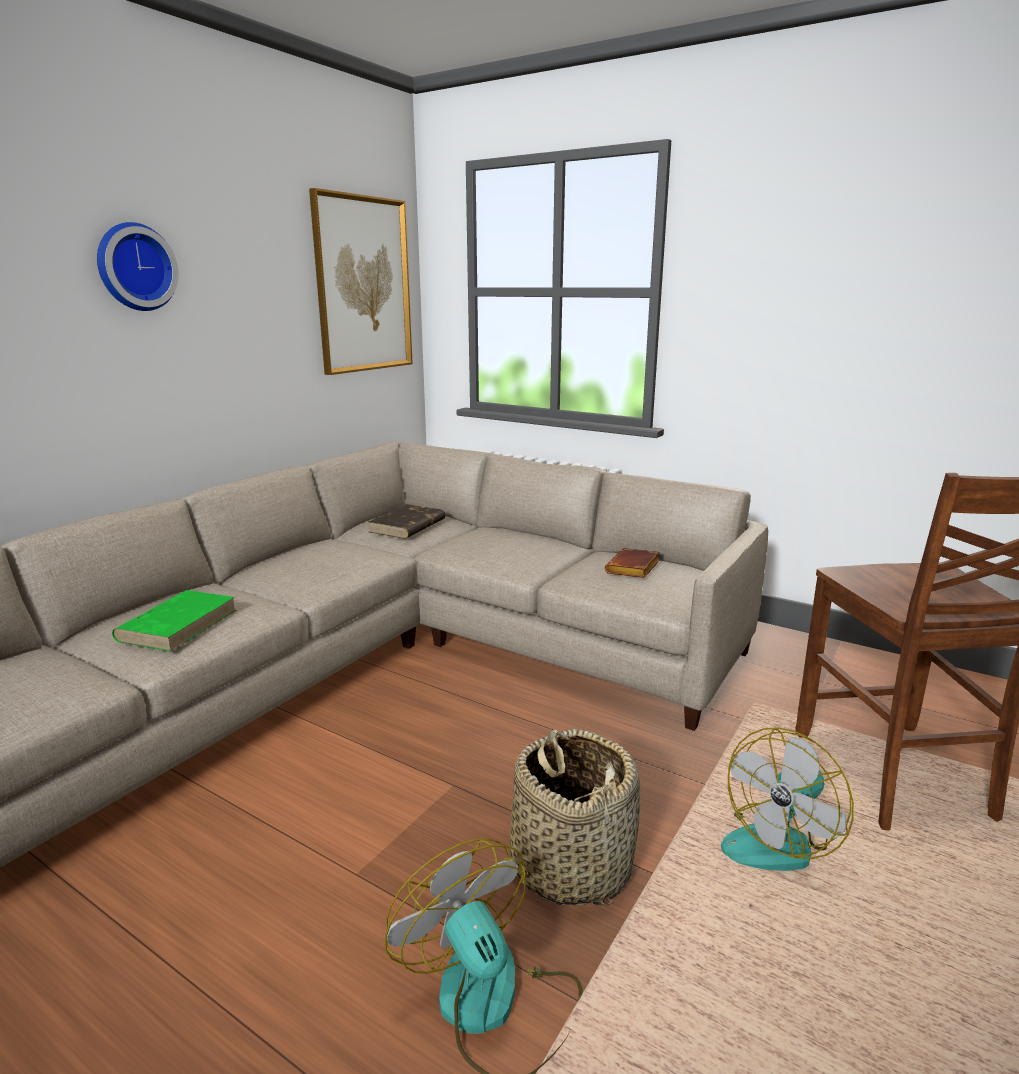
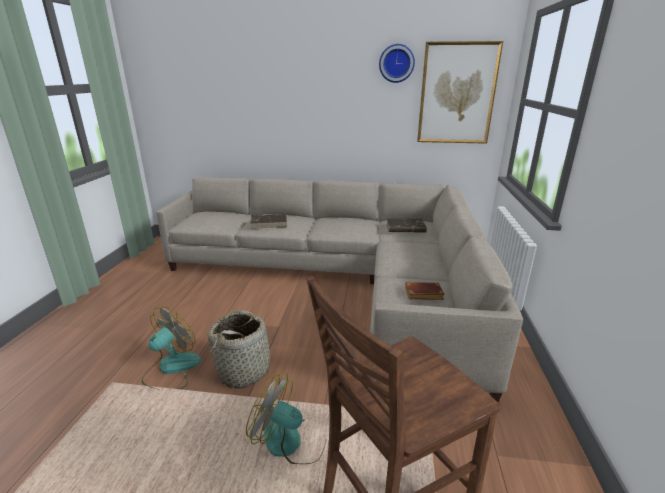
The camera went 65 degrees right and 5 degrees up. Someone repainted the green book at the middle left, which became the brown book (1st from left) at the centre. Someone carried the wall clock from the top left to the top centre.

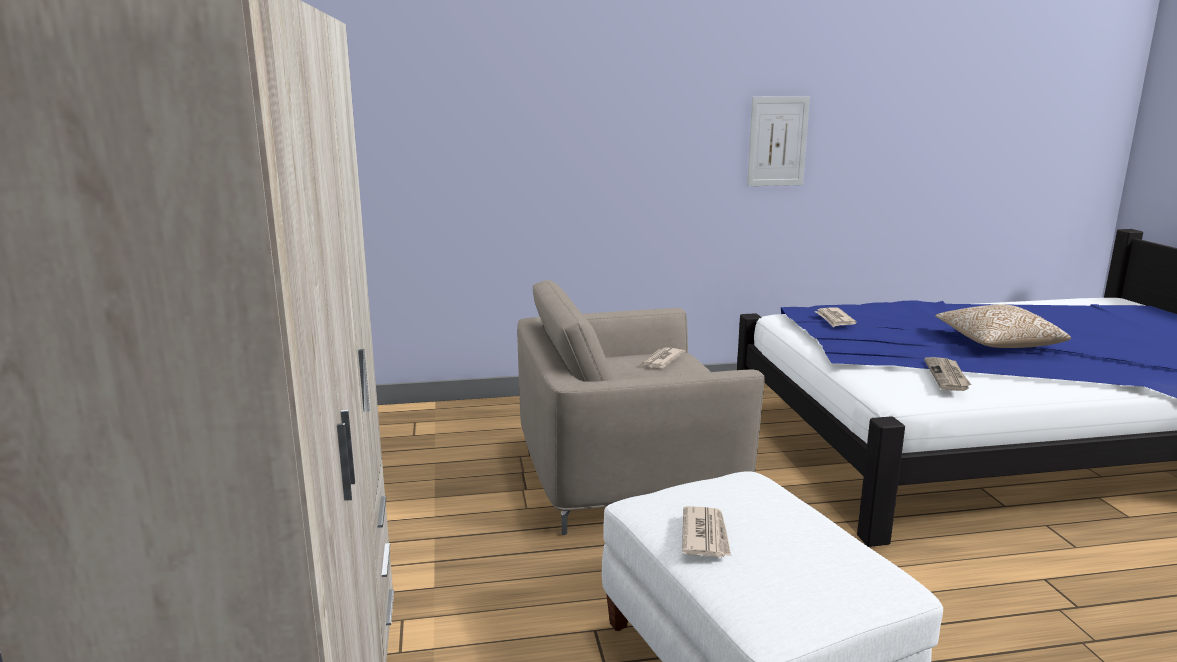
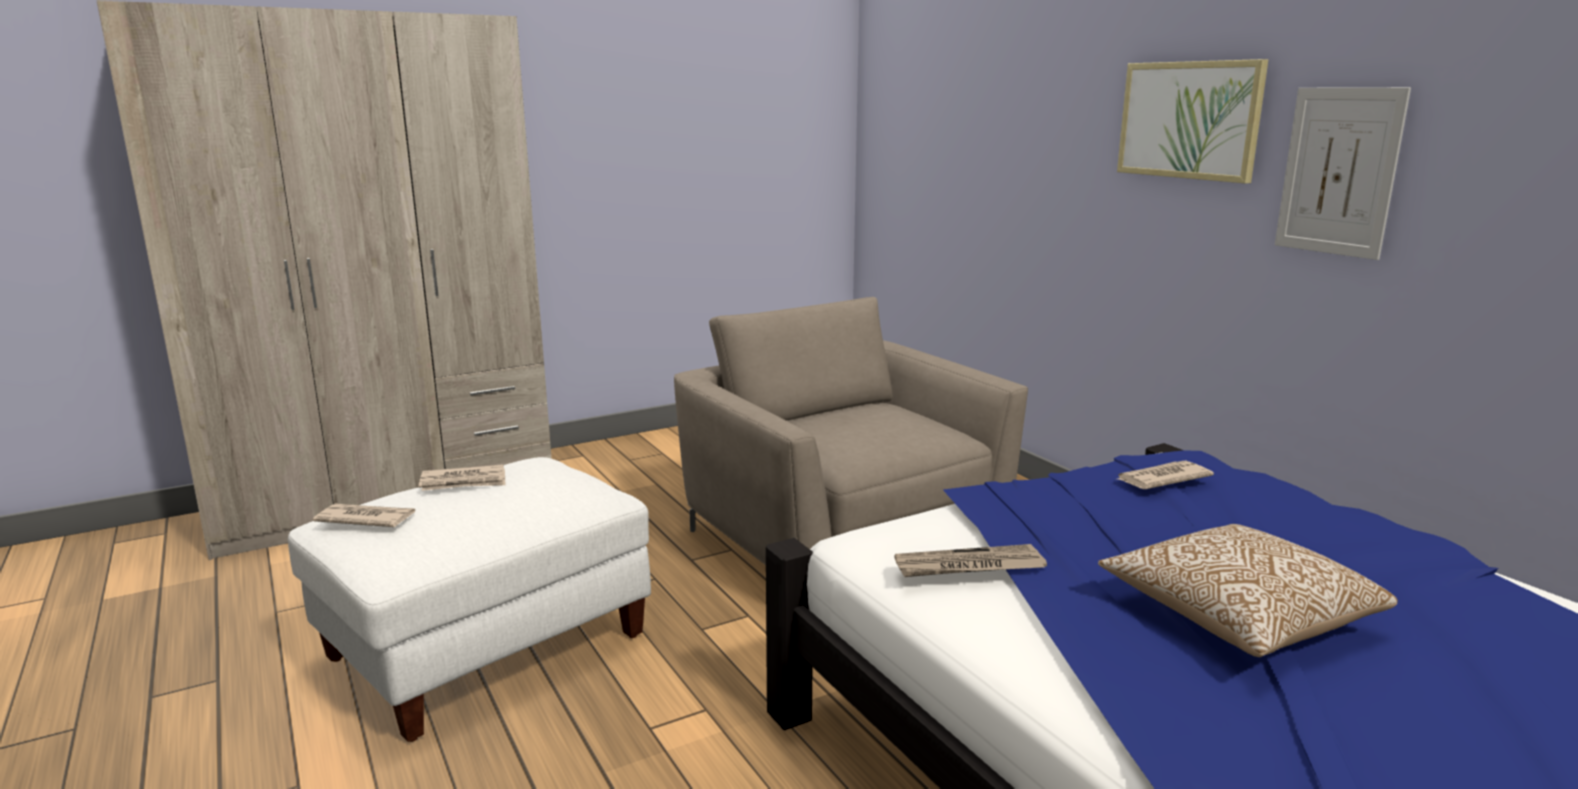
The camera went 70 degrees right and 0 degrees up. Someone carried the newspaper (1st from left) from the centre to the middle left. Someone put up the picture (1st from left) at the top right.

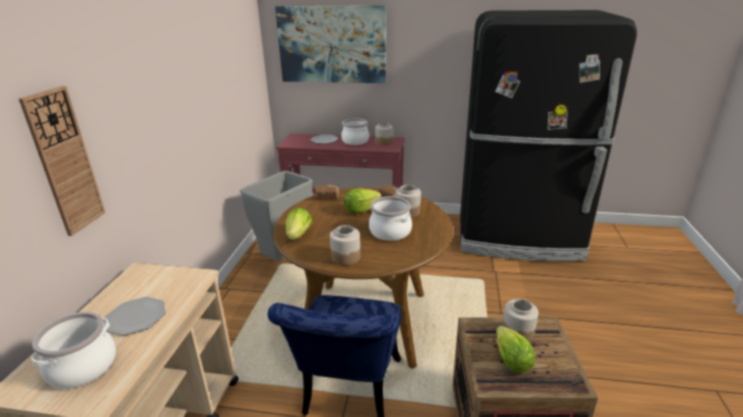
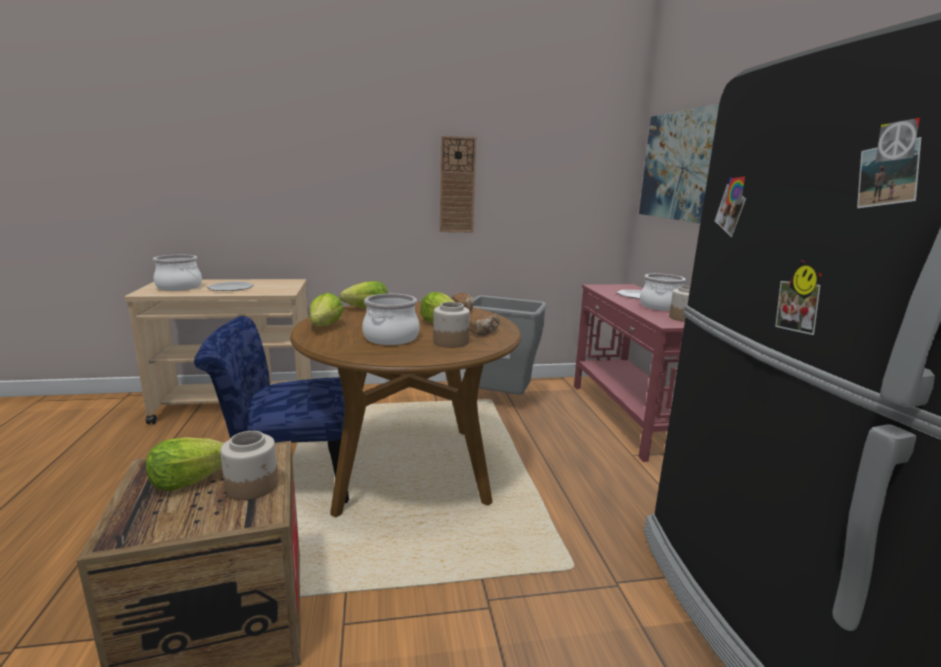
The camera went 70 degrees right and 10 degrees down. Someone swapped the jar (1st from left) at the centre for the lettuce (2nd from left) at the centre. Someone carried the wall clock from the middle left to the top centre.

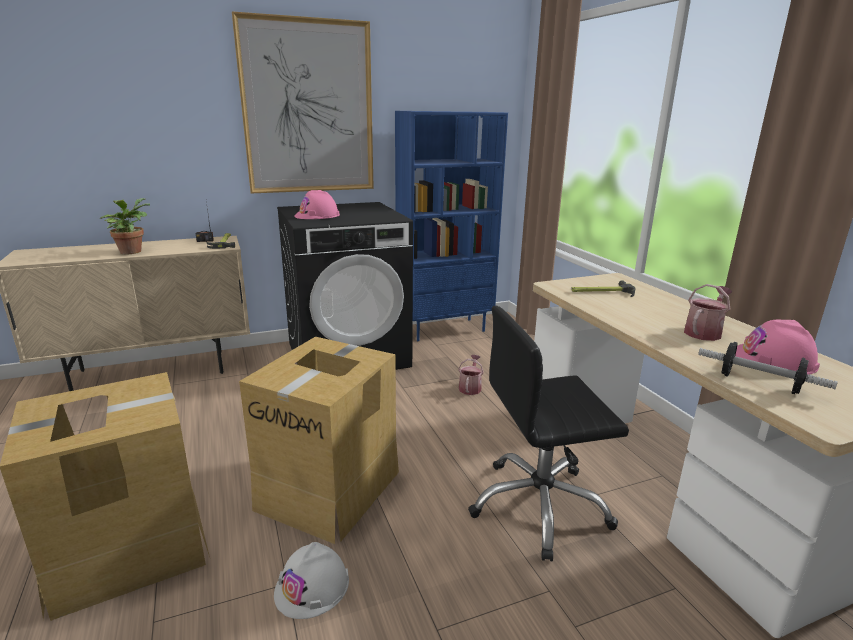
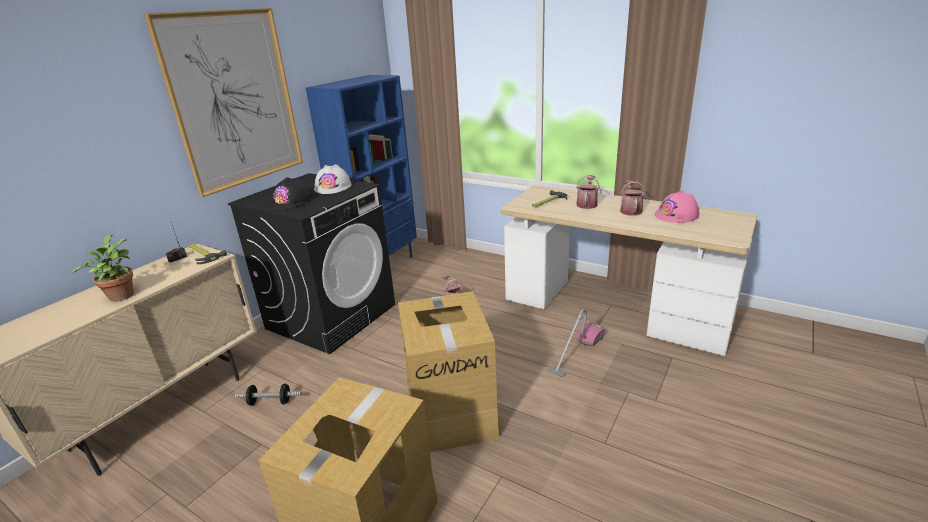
The camera went 35 degrees left and 5 degrees up. Someone carried the dumbbell from the middle right to the bottom left. Someone repainted the pink hard hat (1st from left) at the top centre, which became the black hard hat at the middle left. Someone carried the white hard hat from the bottom centre to the centre. Someone swapped the black office chair at the bottom centre for the vacuum cleaner at the centre. Someone put down the watering can (2nd from left) at the centre.

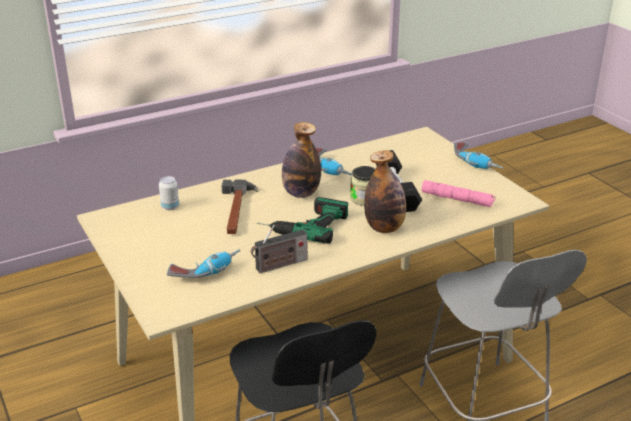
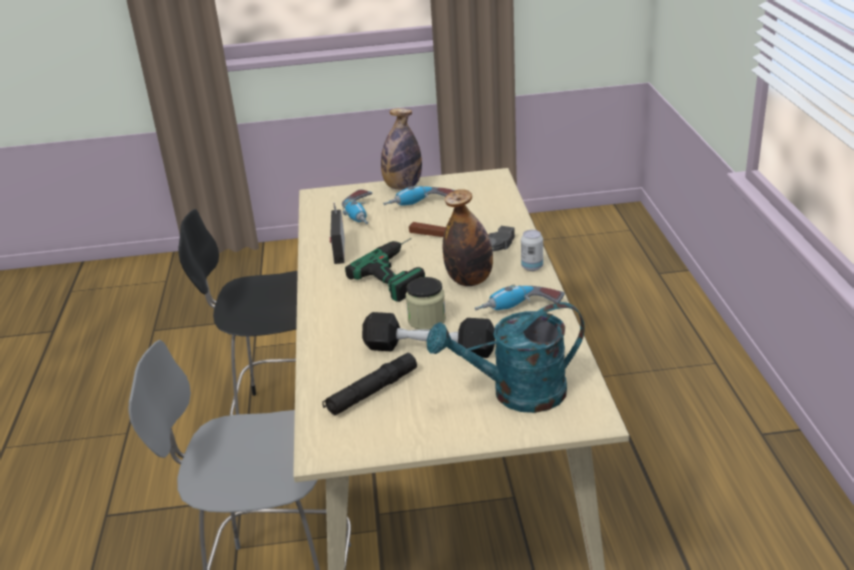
The camera went 115 degrees right and 0 degrees up. Someone repainted the pink flashlight at the middle right, which became the black flashlight at the bottom centre. Someone carried the bottle (2nd from left in the first image) from the centre to the top centre. Someone carried the power drill (4th from left in the first image) from the middle right to the centre. Someone put down the turquoise watering can at the centre. Someone carried the can from the middle left to the centre.

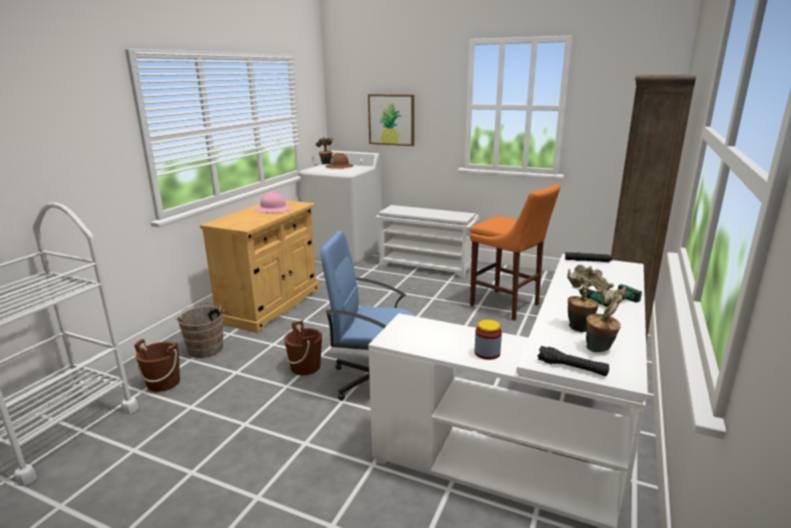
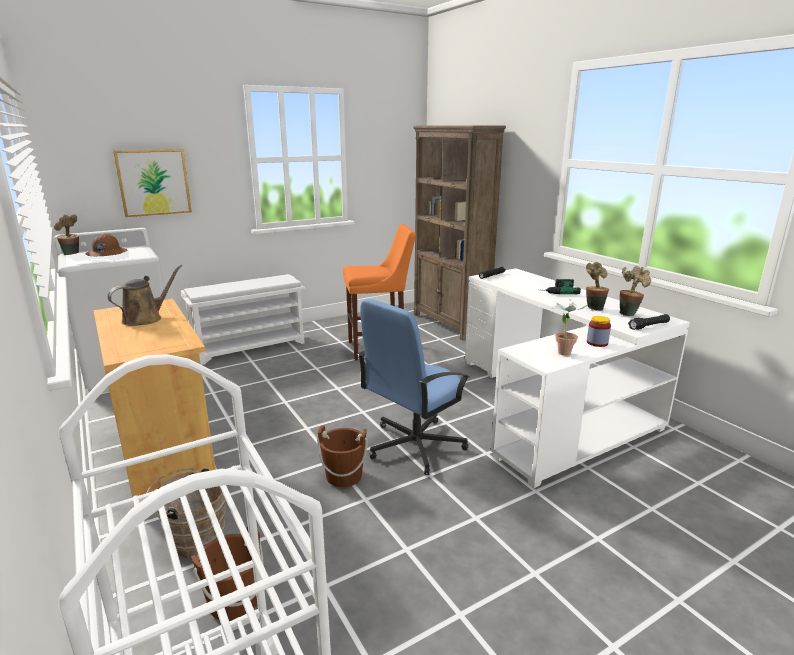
The camera went 55 degrees left and 0 degrees up. Someone swapped the pink hard hat at the centre for the brown watering can at the middle left. Someone put down the potted plant (2nd from left) at the middle right.

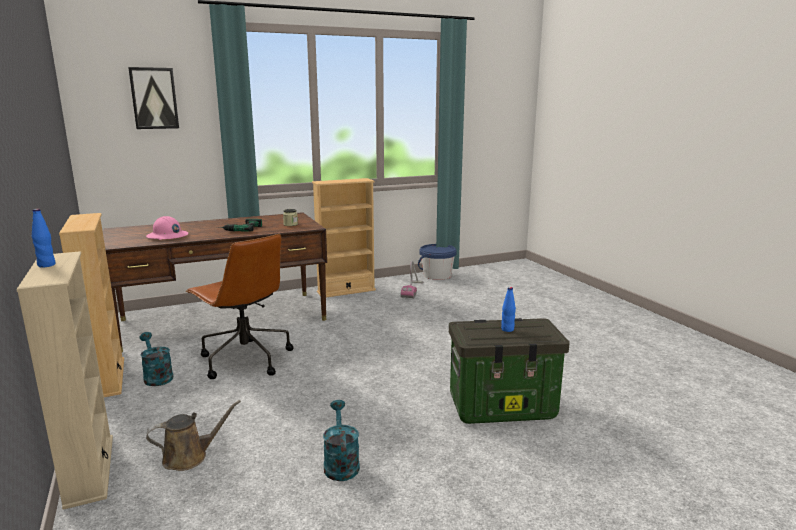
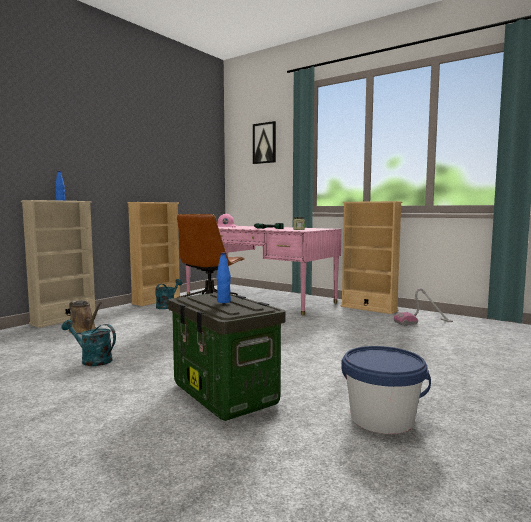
The camera went 60 degrees right and 10 degrees down. Someone rotated the turquoise watering can (2nd from left in the first image) at the bottom centre by 120 degrees counterclockwise. Someone repainted the brown desk at the middle left, which became the pink desk at the centre. Someone carried the blue bucket from the centre to the bottom right.

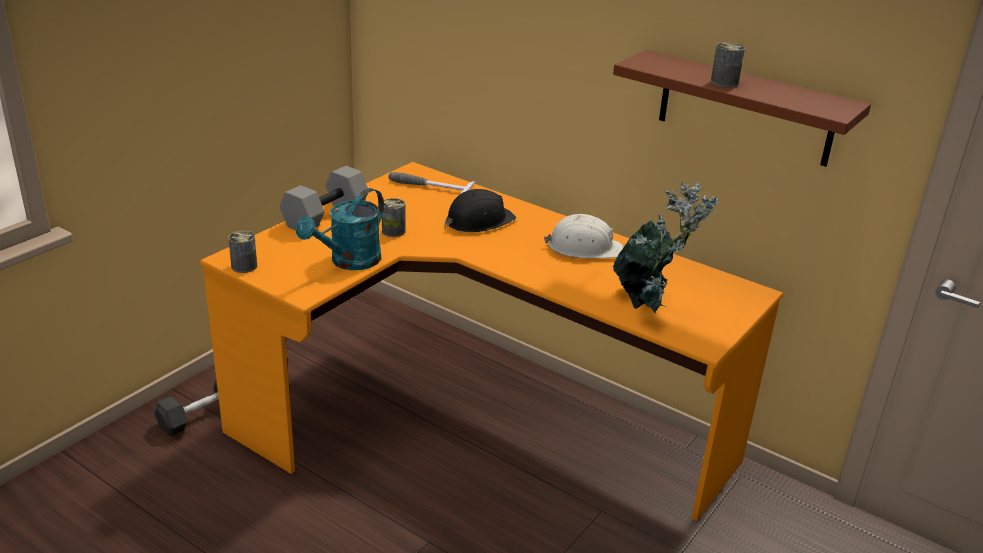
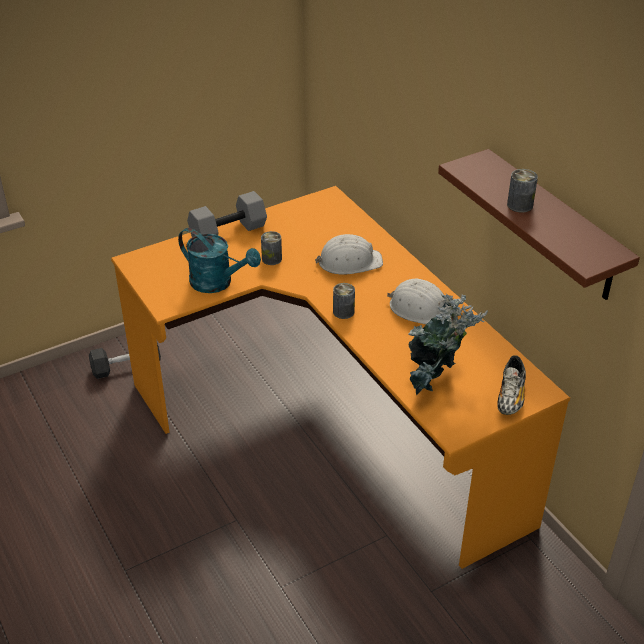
The camera went 25 degrees right and 10 degrees up. Someone rotated the turquoise watering can at the centre by 120 degrees counterclockwise. Someone repainted the black hard hat at the centre, which became the white hard hat (1st from left) at the centre. Someone carried the can (1st from left in the first image) from the middle left to the centre. Someone put down the shoe at the middle right. Someone took away the hammer at the top centre.

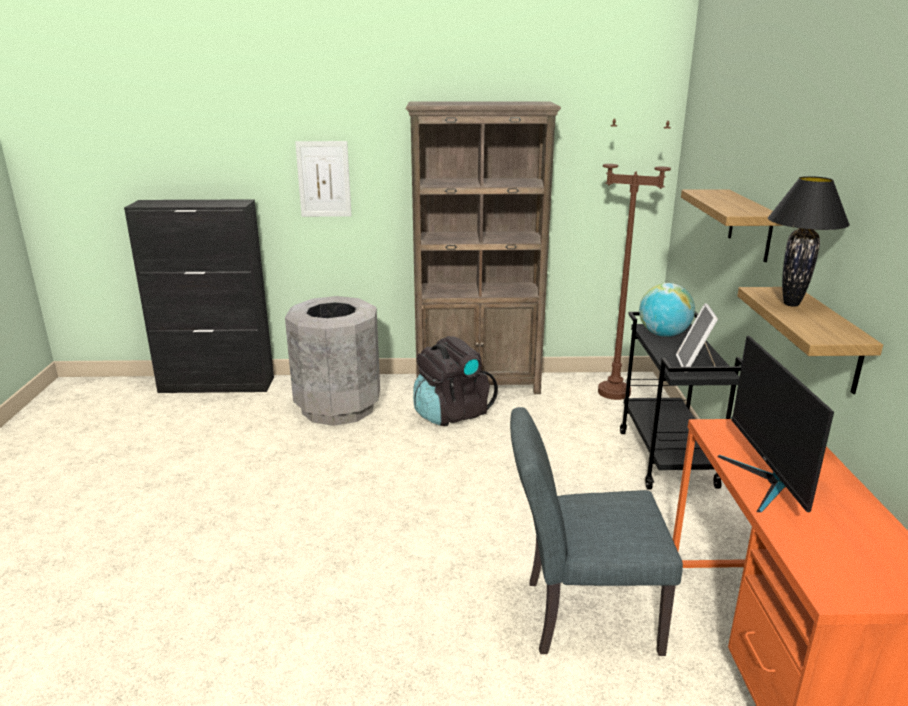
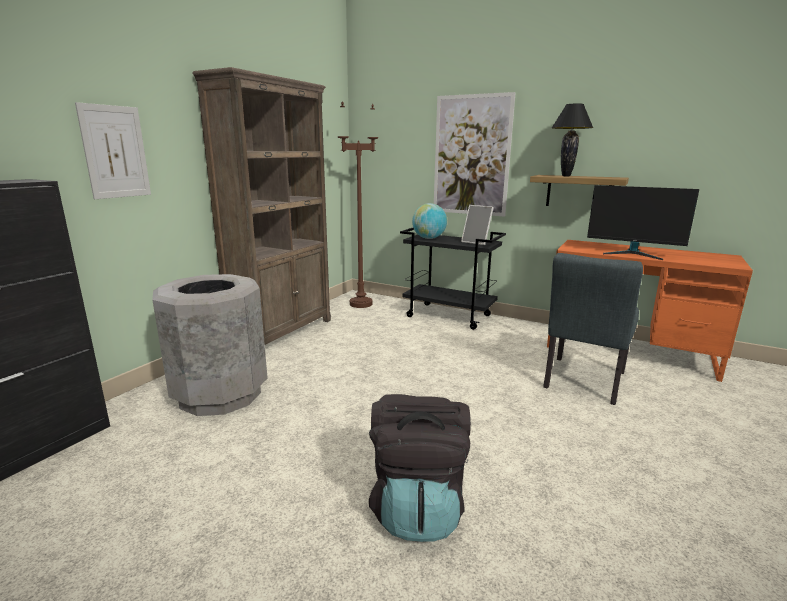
The camera went 60 degrees left and 5 degrees down. Someone carried the black backpack from the centre to the bottom centre. Someone swapped the shelf (1st from left) at the top right for the picture (2nd from left) at the top centre.

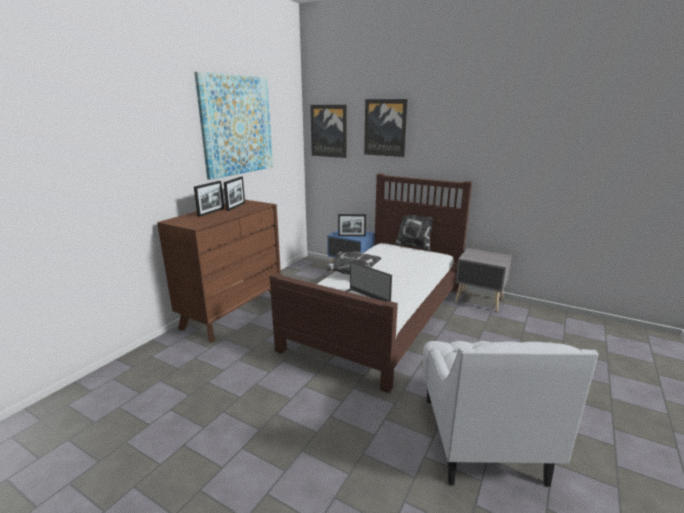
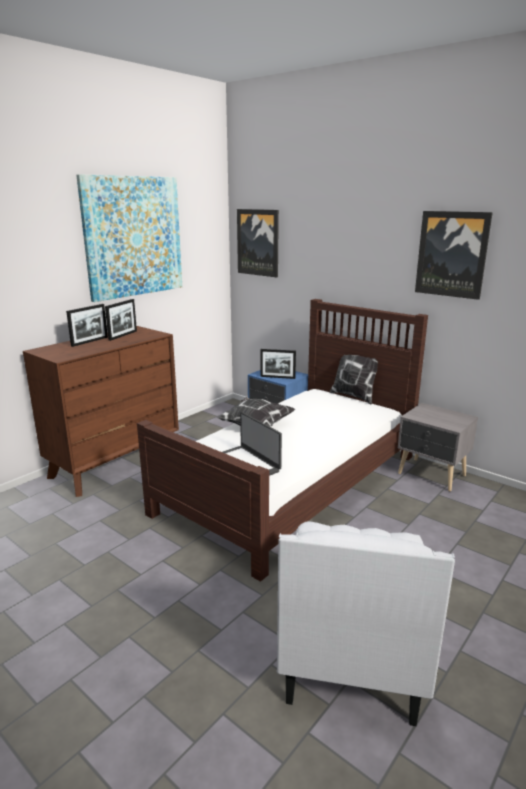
The camera went 10 degrees right and 0 degrees up. Someone carried the picture (3rd from left) from the top centre to the top right.

